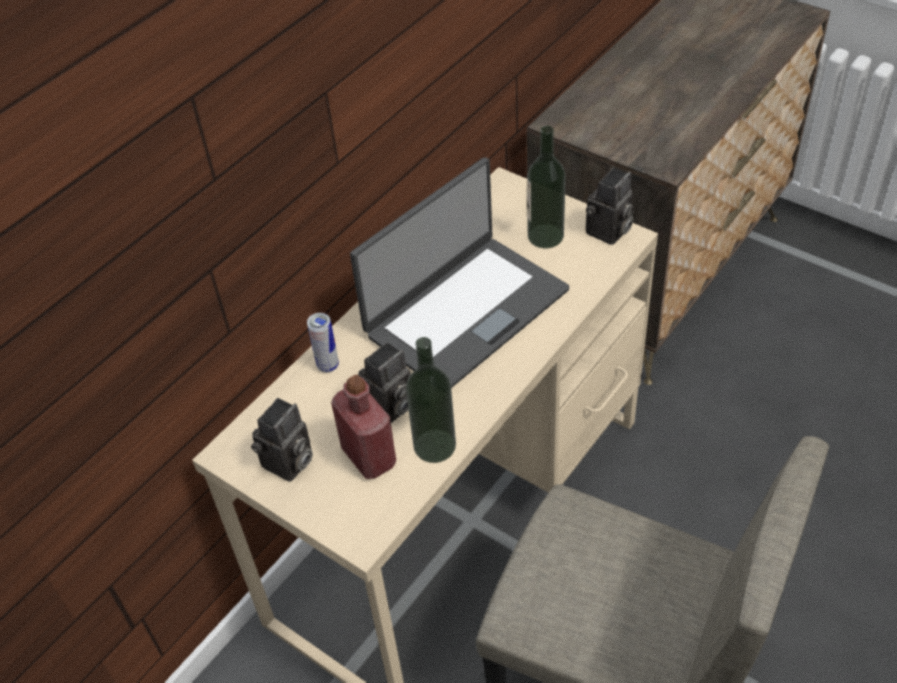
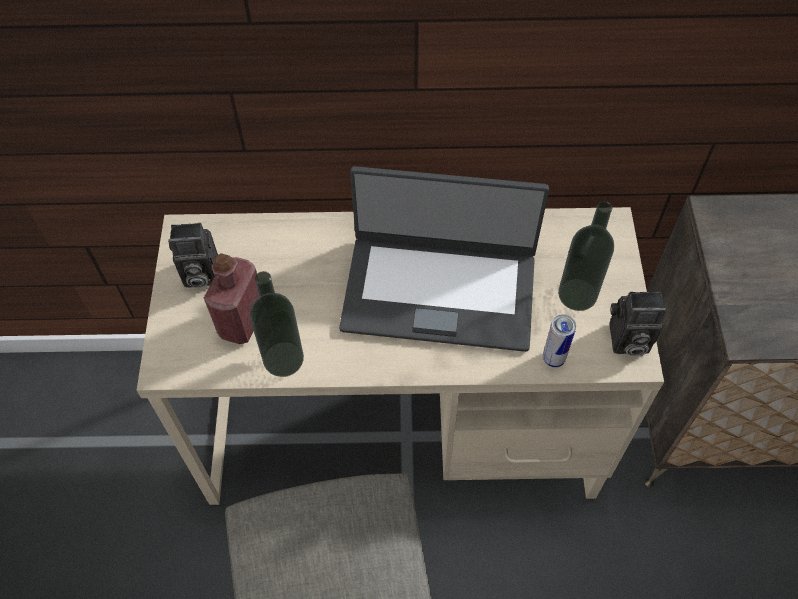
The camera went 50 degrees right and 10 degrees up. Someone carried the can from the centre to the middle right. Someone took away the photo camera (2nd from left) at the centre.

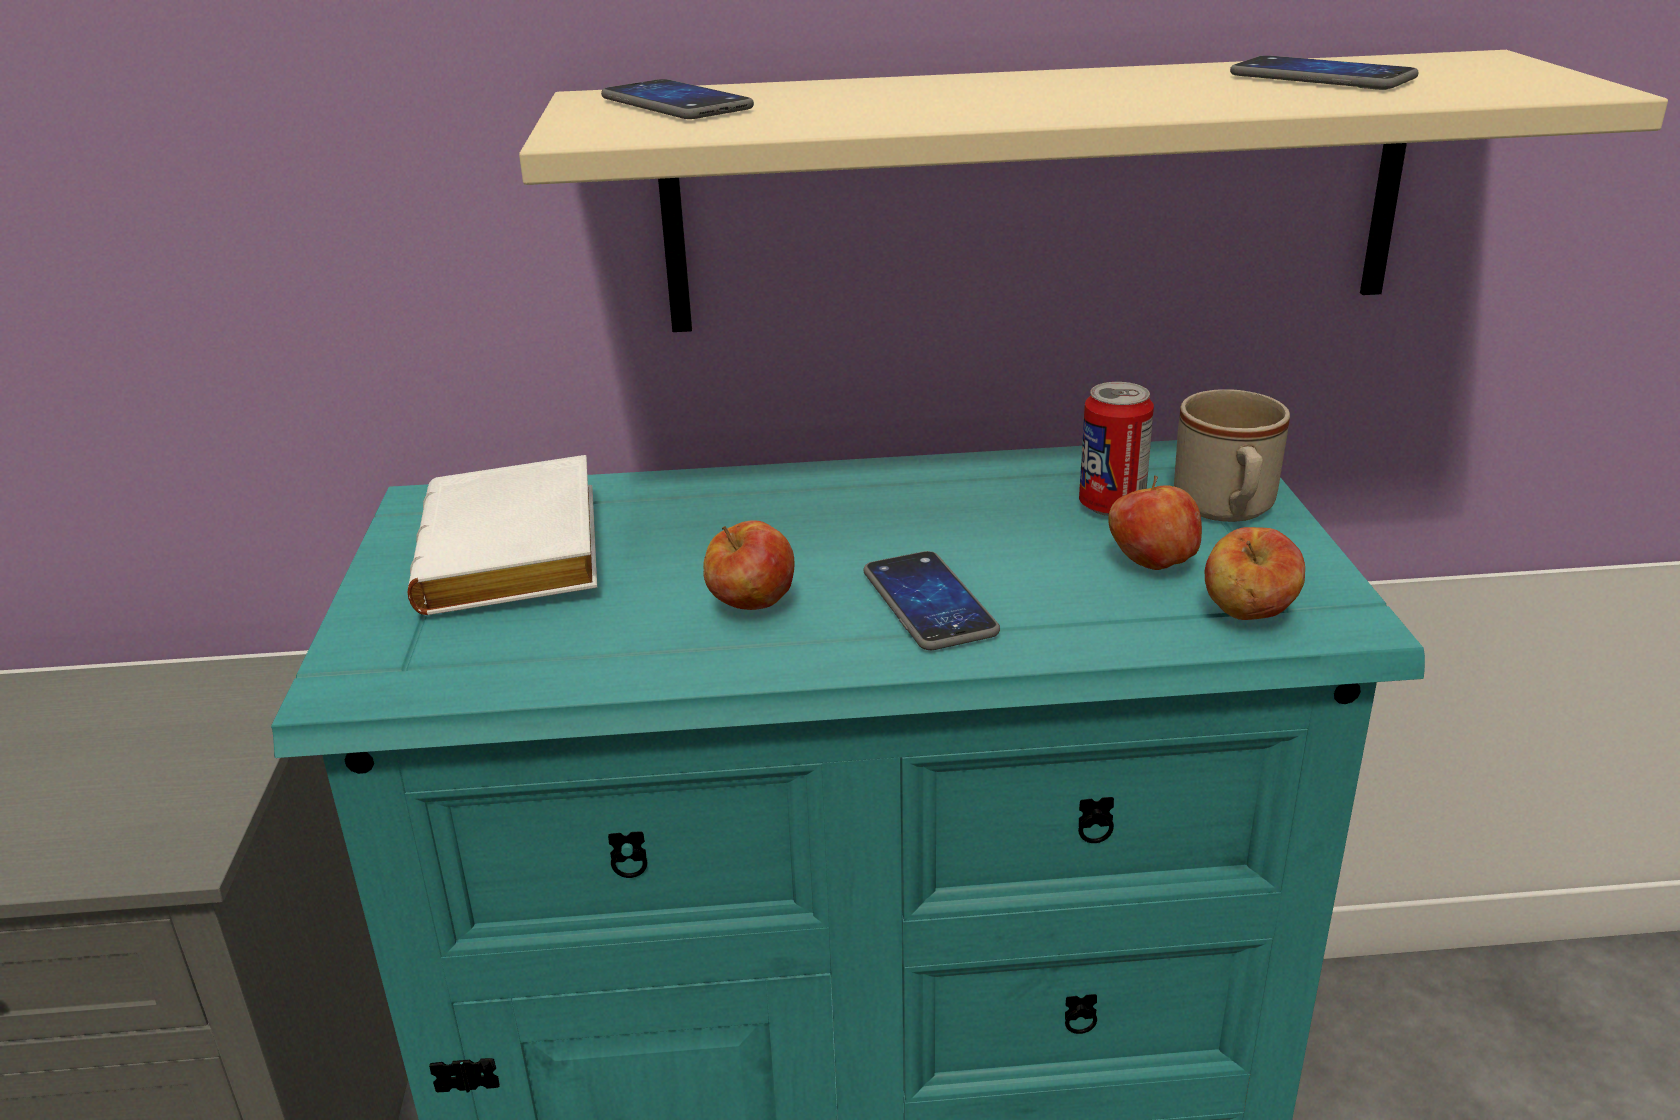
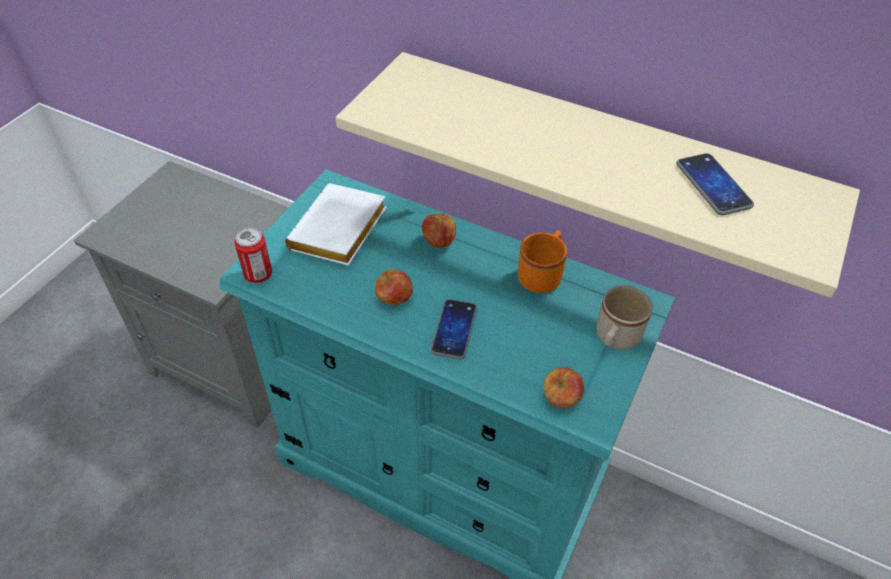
The camera went 30 degrees right and 20 degrees up. Someone carried the can from the centre to the middle left. Someone carried the apple (2nd from left) from the middle right to the centre. Someone put down the orange mug at the centre. Someone took away the phone (1st from left) at the top centre.

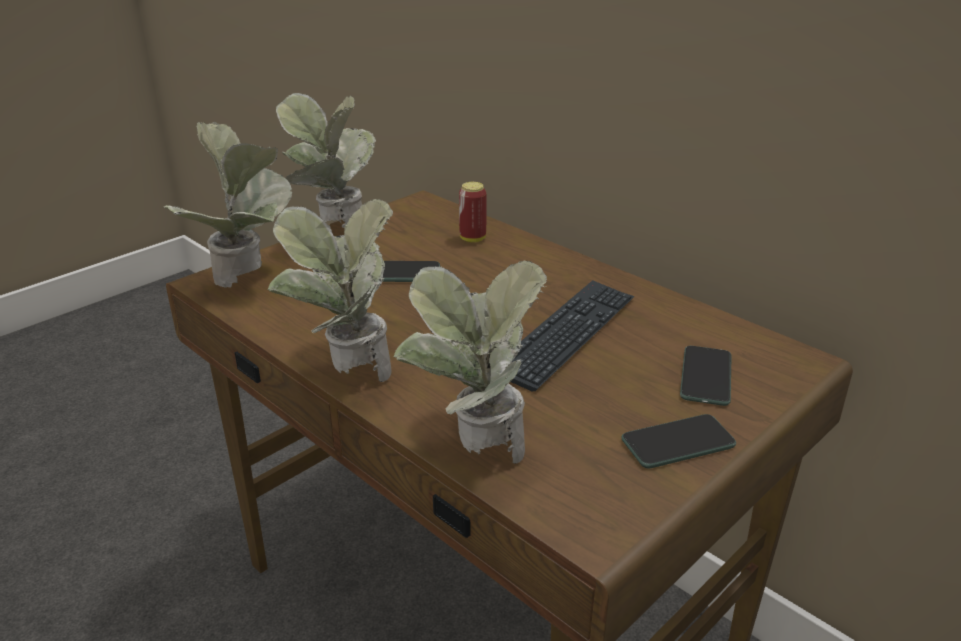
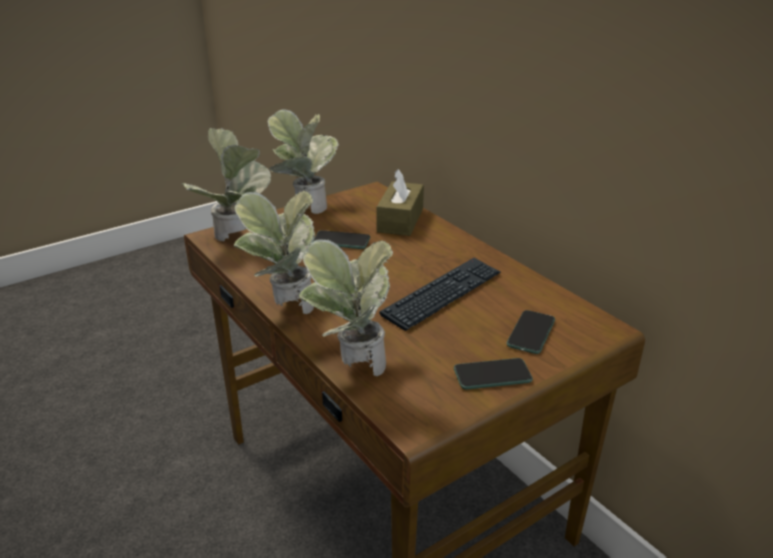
The camera went 10 degrees right and 0 degrees up. Someone swapped the can at the top centre for the brown tissue box at the centre.

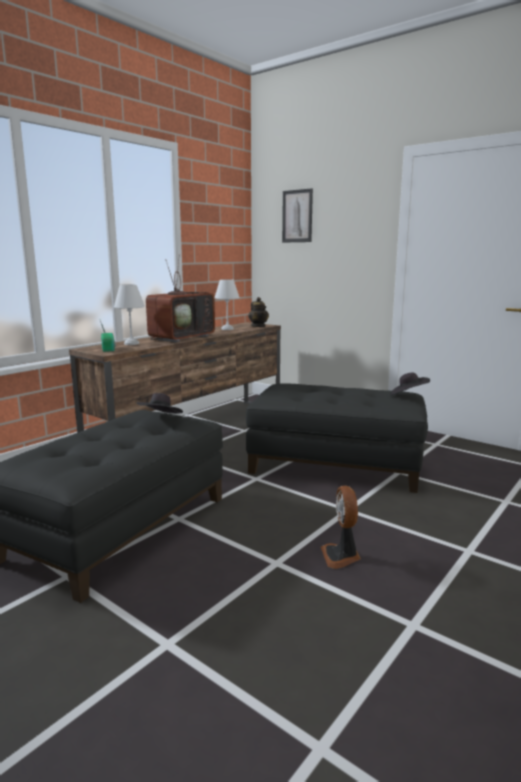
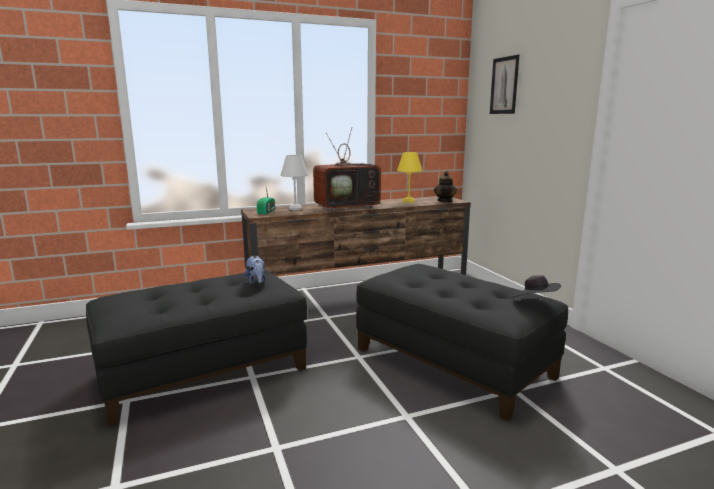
The camera went 30 degrees right and 0 degrees up. Someone swapped the black hat (1st from left) at the middle left for the plush toy at the centre. Someone repainted the white table lamp (2nd from left) at the centre, which became the yellow table lamp at the centre. Someone took away the fan at the bottom centre.

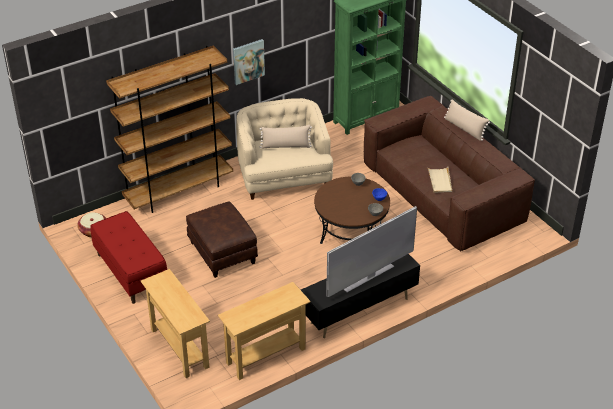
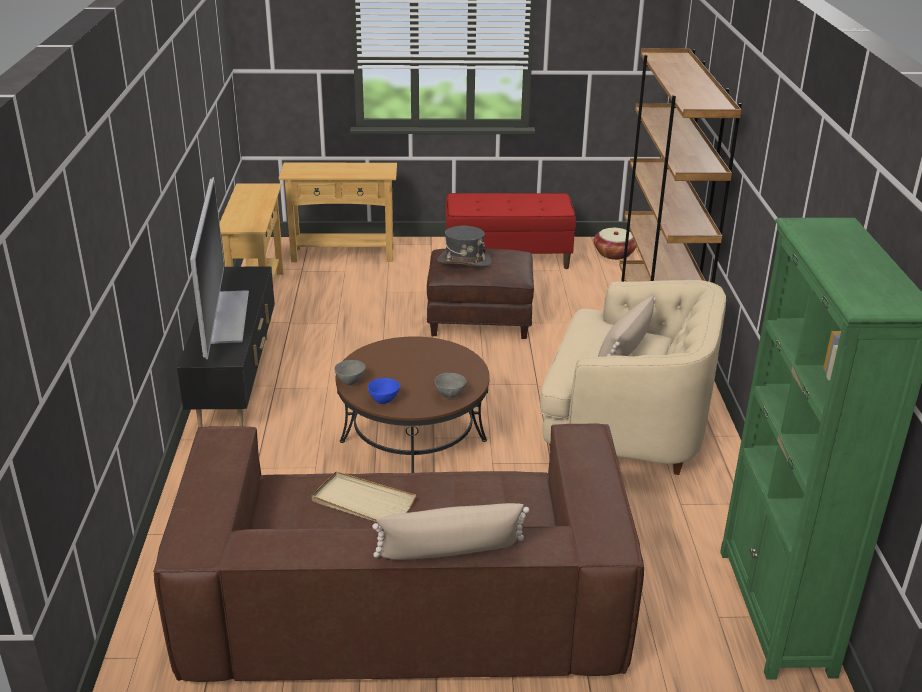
The camera went 120 degrees right and 10 degrees down. Someone put down the grey hat at the centre. Someone took away the picture at the top centre.

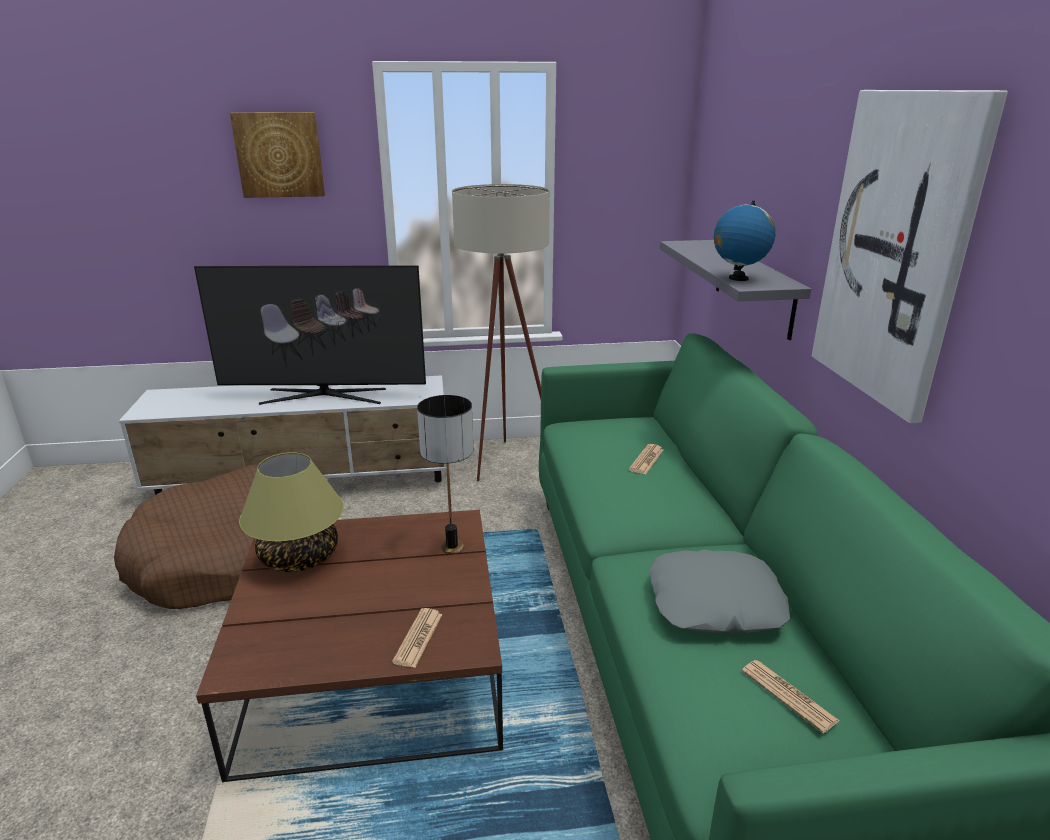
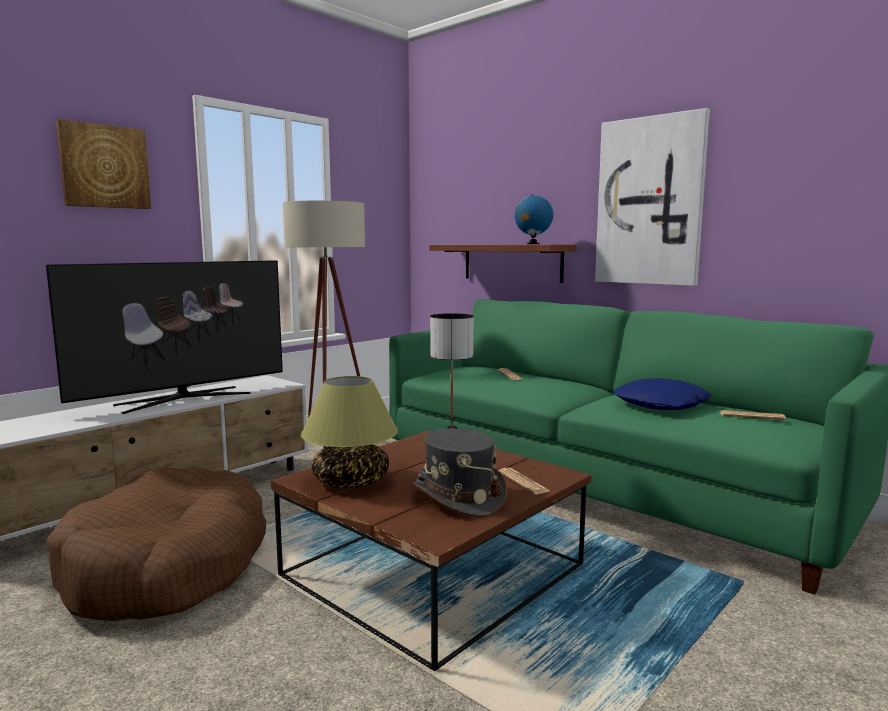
The camera went 40 degrees left and 15 degrees down. Someone put down the grey hat at the centre. Someone repainted the grey shelf at the middle right, which became the brown shelf at the centre. Someone repainted the grey pillow at the bottom right, which became the blue pillow at the middle right.

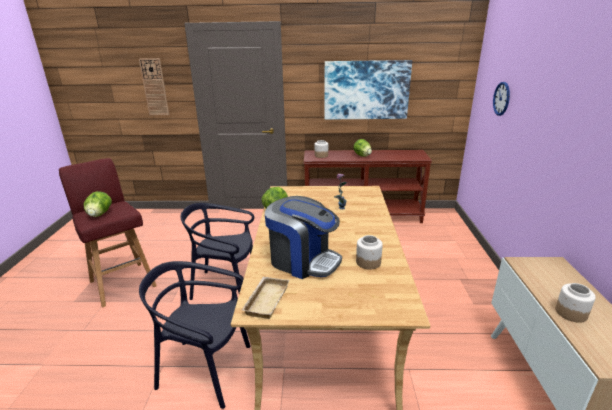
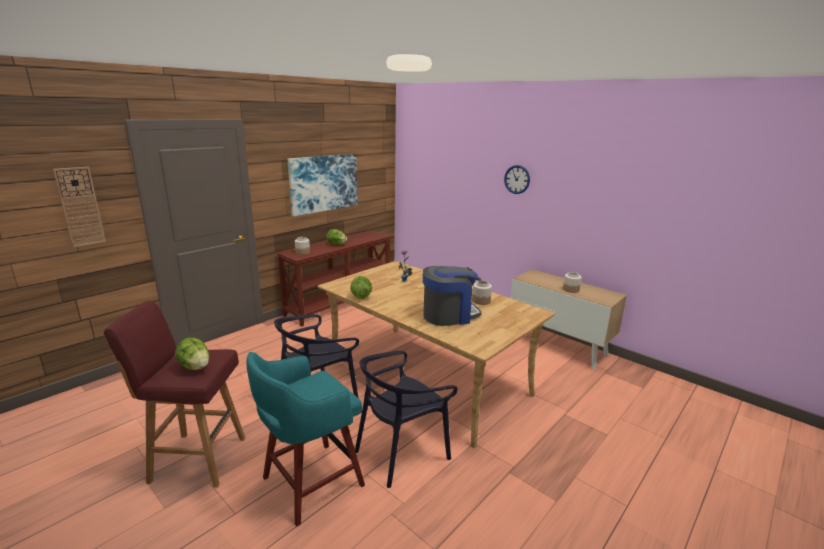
The camera went 50 degrees left and 5 degrees down. Someone put down the turquoise stool at the bottom centre. Someone carried the wall clock (2nd from left) from the top right to the top centre. Someone took away the beige tray at the bottom centre.

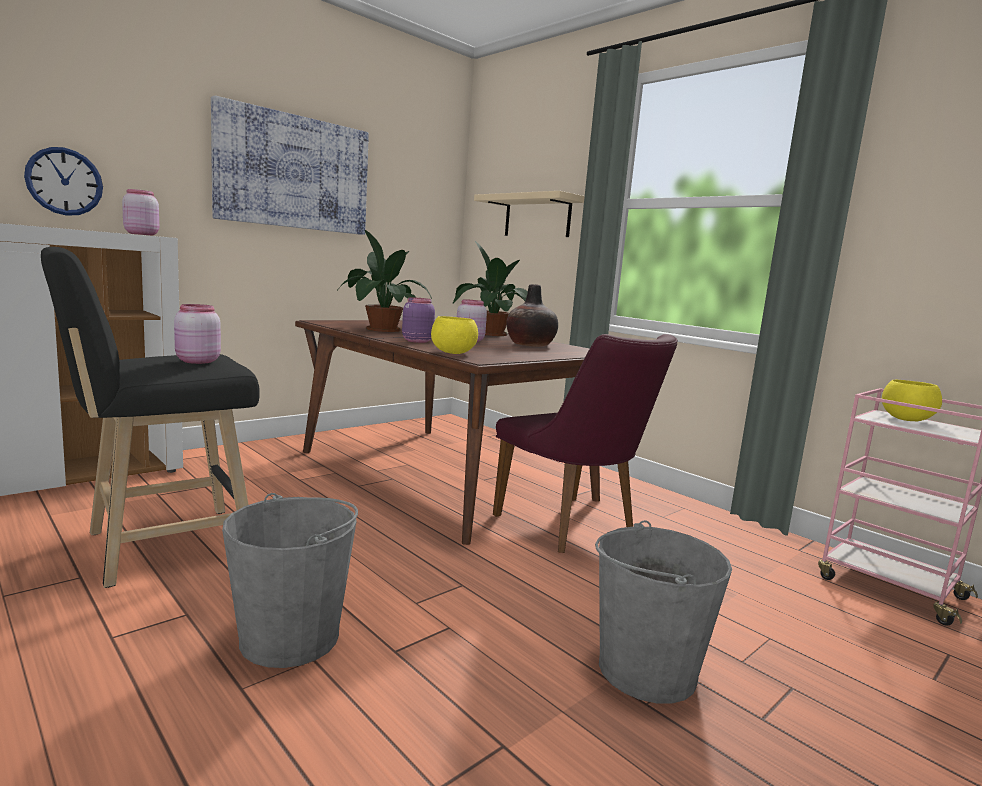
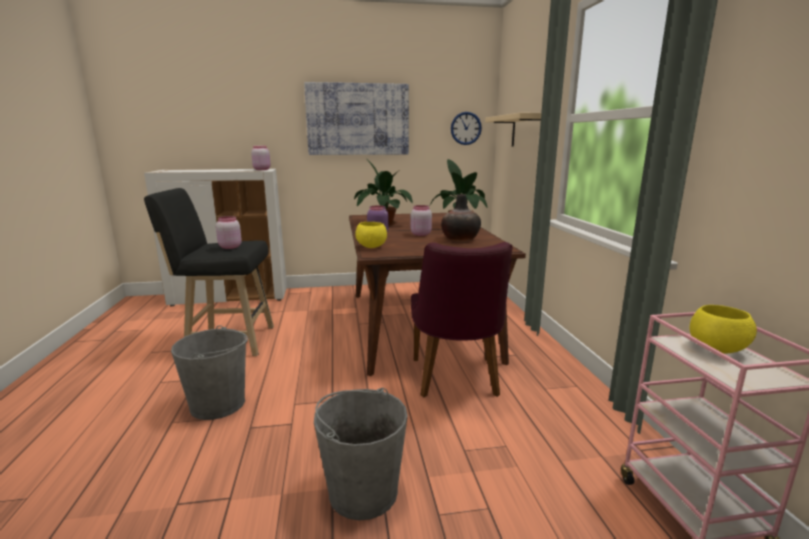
The camera went 35 degrees right and 5 degrees up. Someone carried the wall clock from the top left to the top centre.

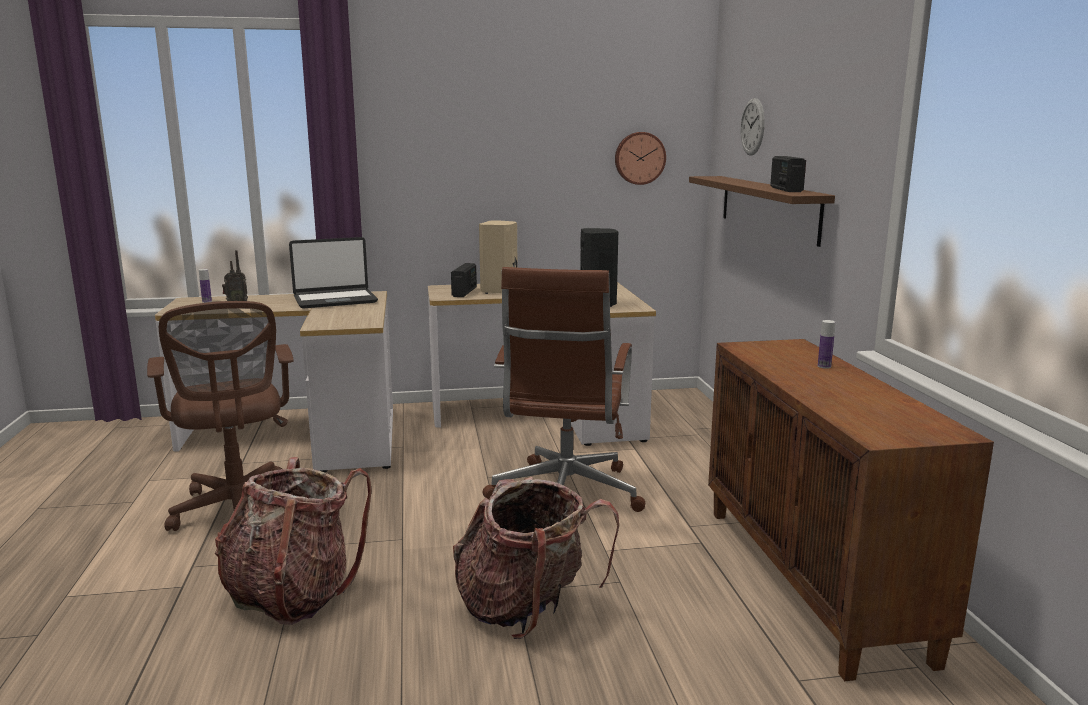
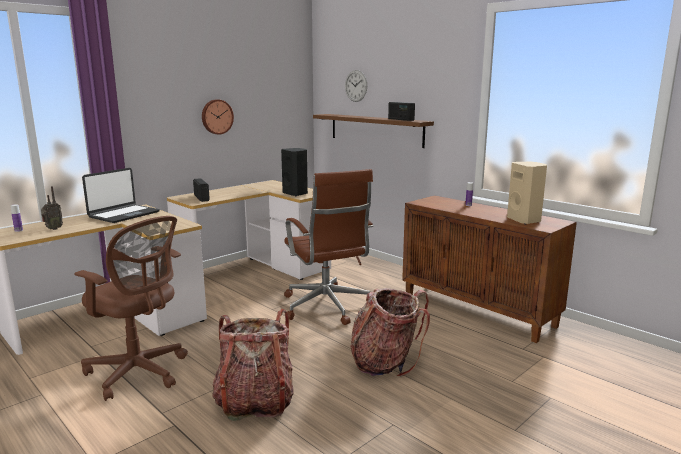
The camera went 35 degrees left and 0 degrees up. Someone carried the wall clock (1st from left) from the top centre to the top left. Someone carried the beige speaker from the centre to the middle right.

